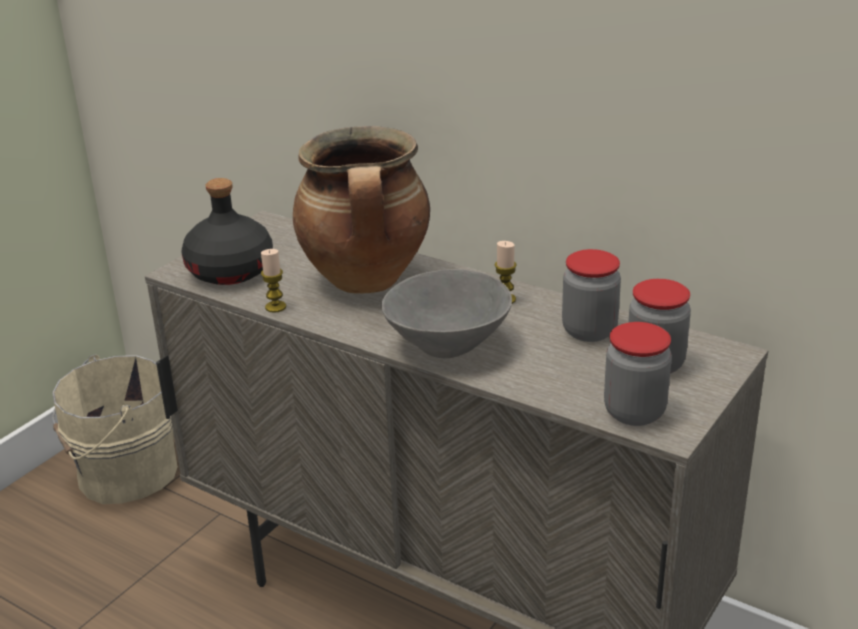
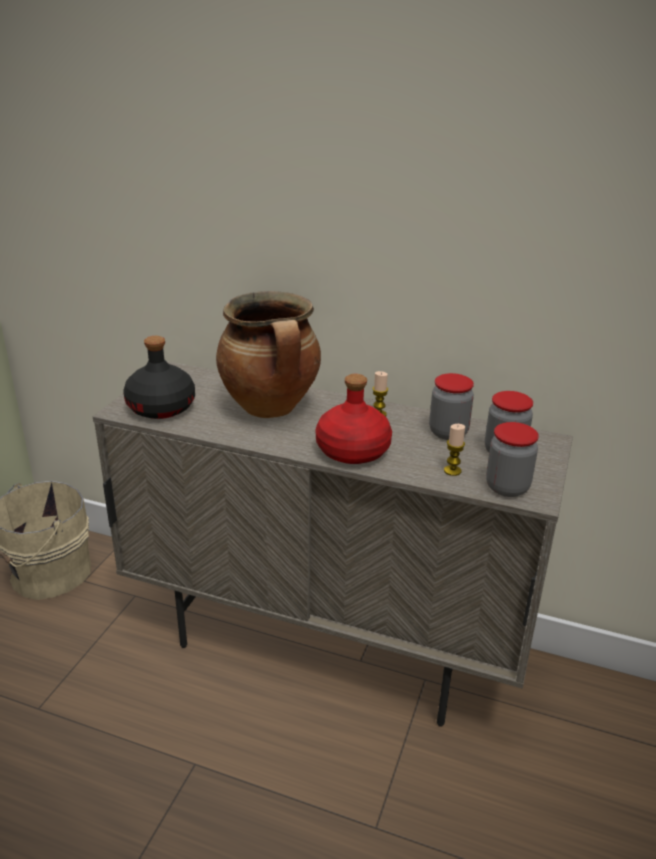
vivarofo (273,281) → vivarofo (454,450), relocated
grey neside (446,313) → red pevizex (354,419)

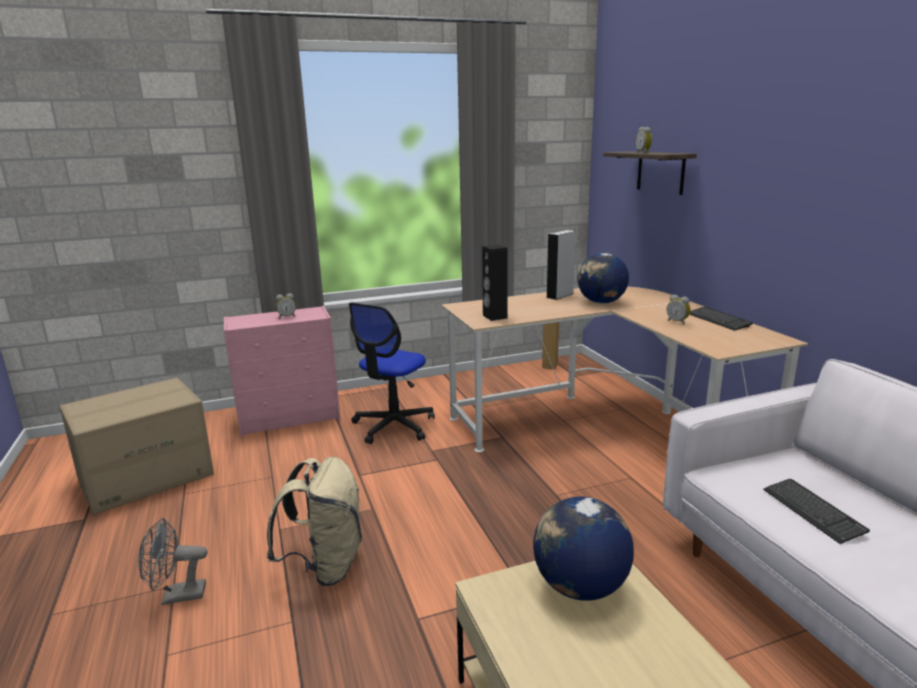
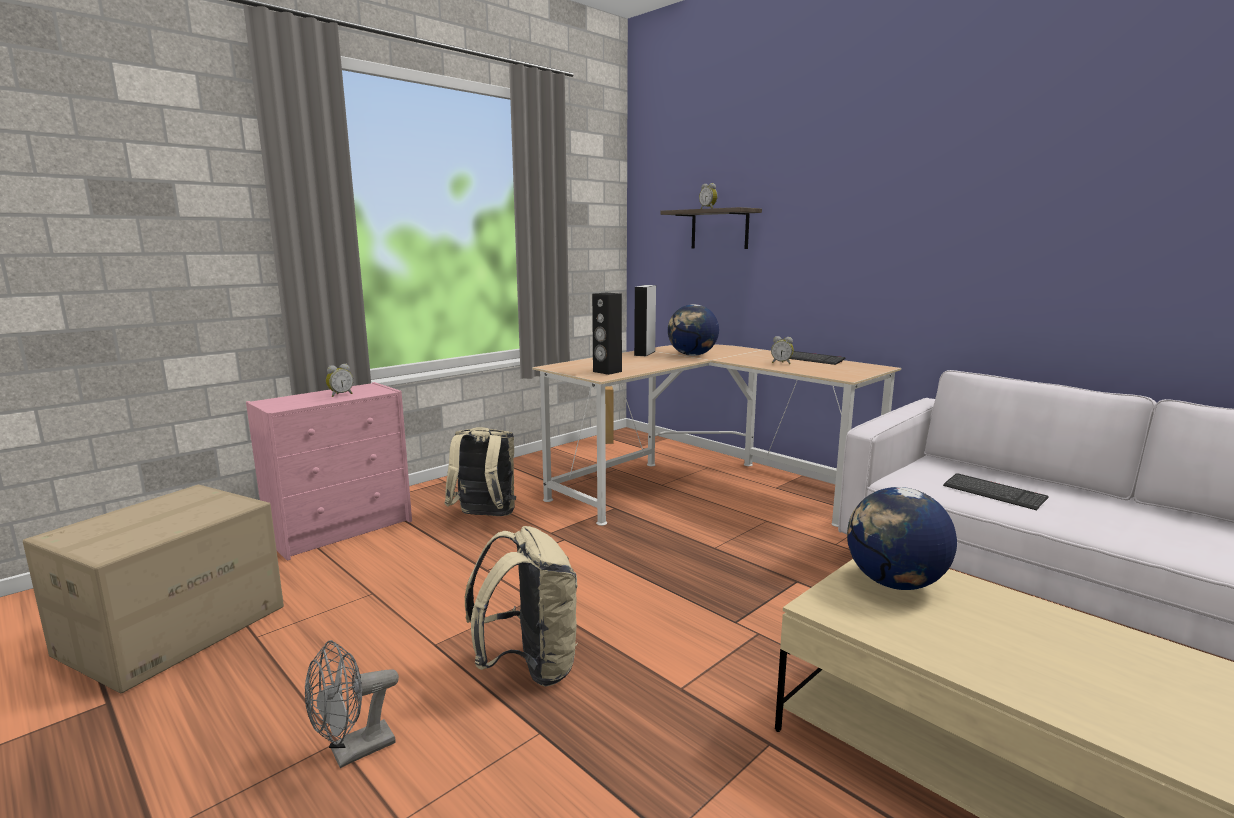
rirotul (392,373) → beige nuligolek (480,471)

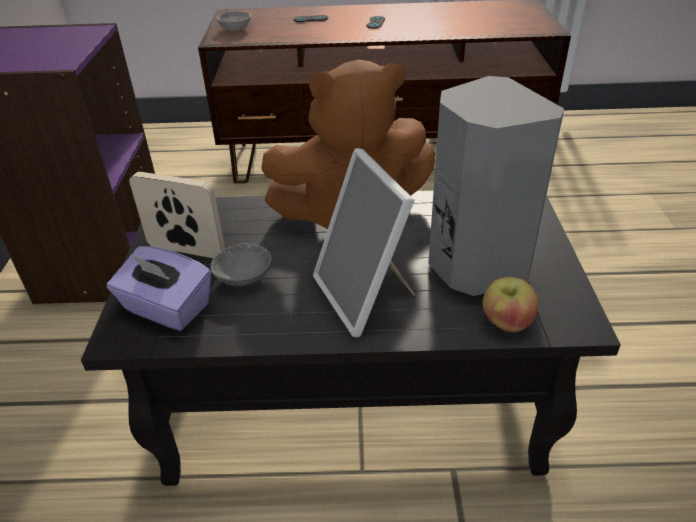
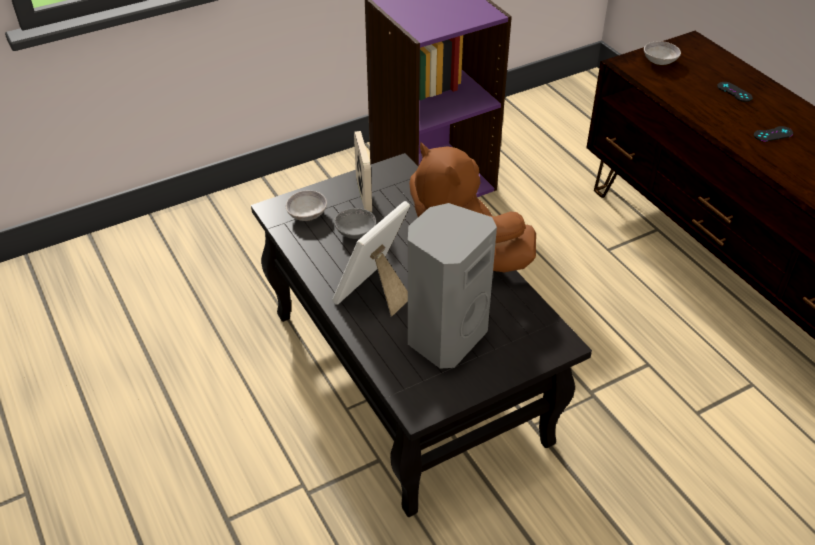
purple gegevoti (159,288) → grey neside (306,206)
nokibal (510,304) → -

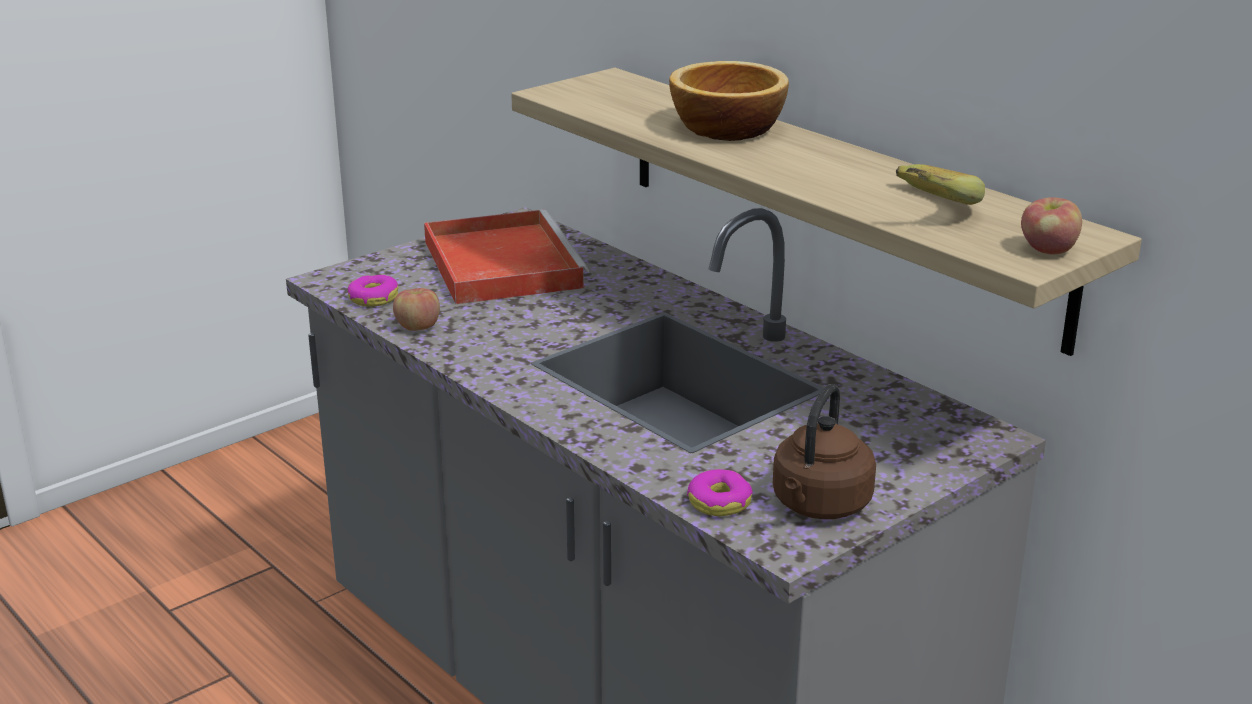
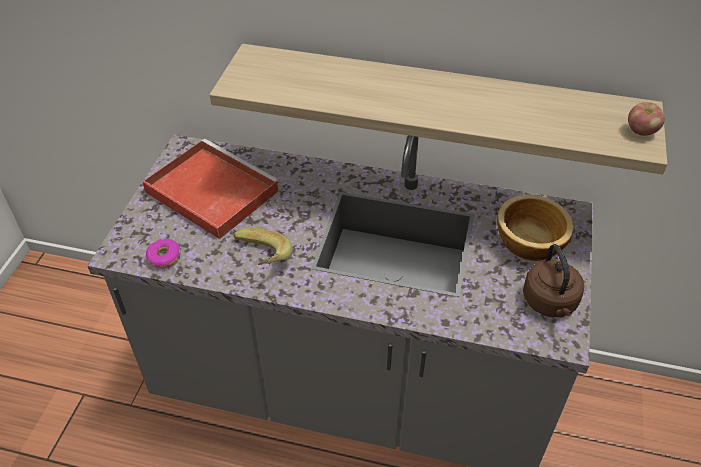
nokibal (416,309) → -
neside (729,101) → neside (535,227), relocated
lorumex (720,492) → -
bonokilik (940,184) → bonokilik (263,246), relocated

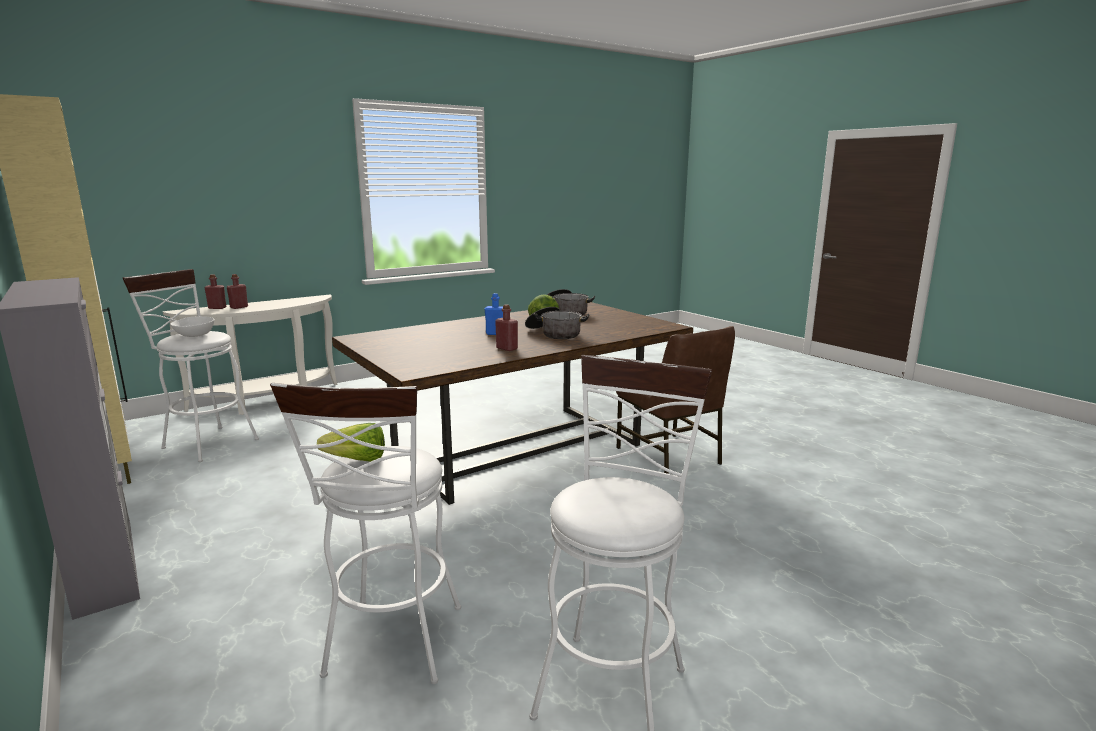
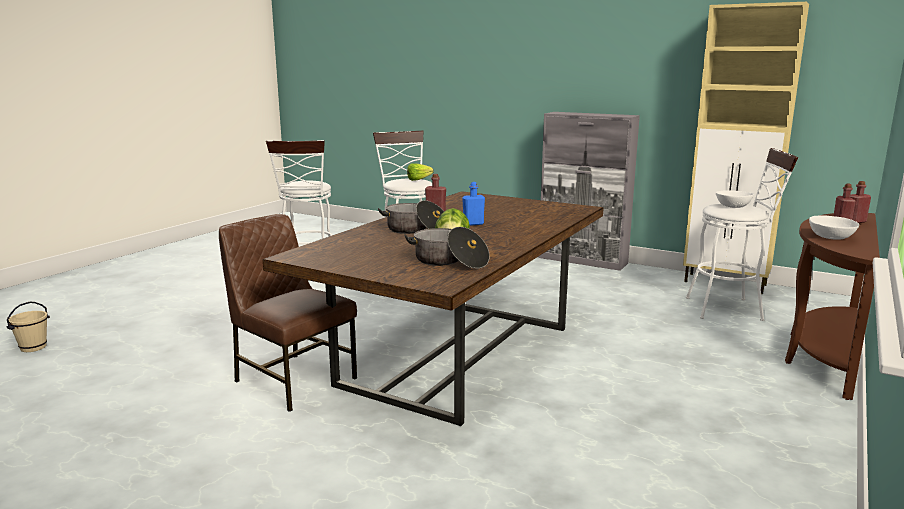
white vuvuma (250,354) → brown vuvuma (832,306)
- → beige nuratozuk (28,327)
- → white neside (834,228)

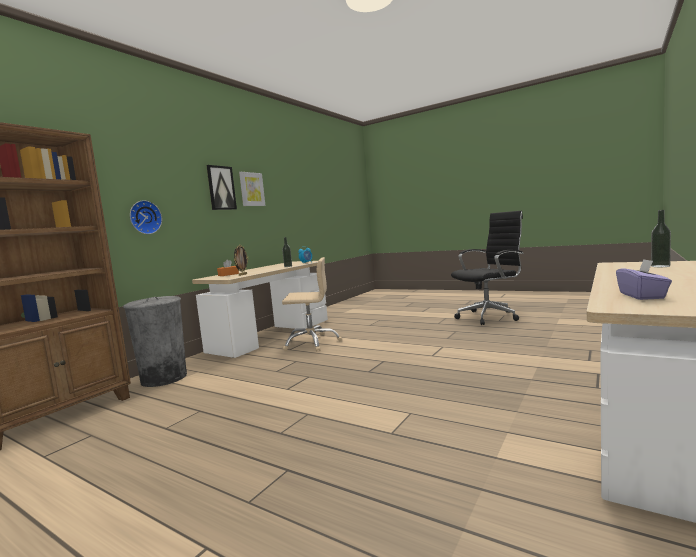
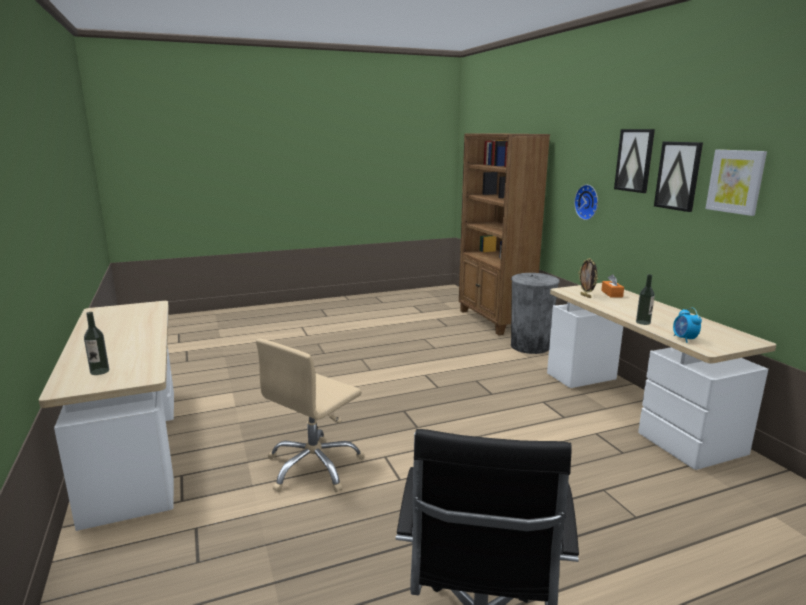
beige rirotul (312,304) → beige rirotul (310,415), relocated
purple gegevoti (644,279) → -
- → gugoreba (634,161)

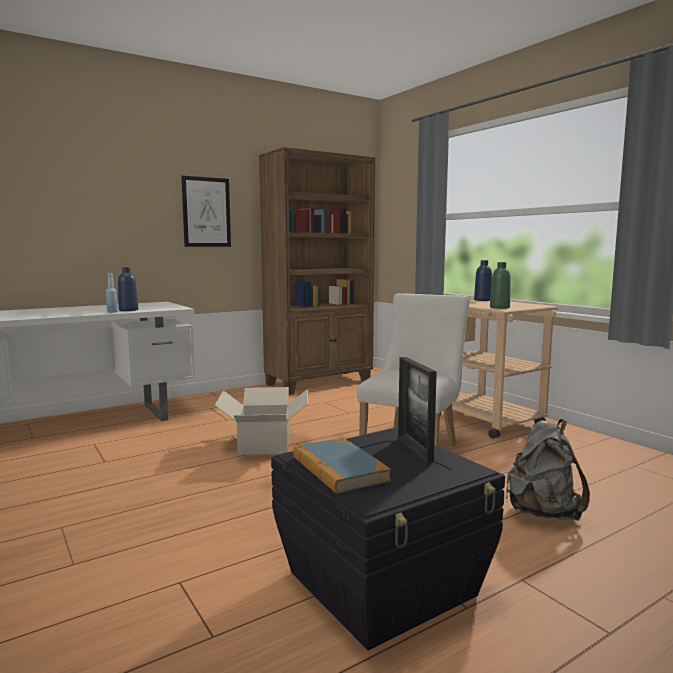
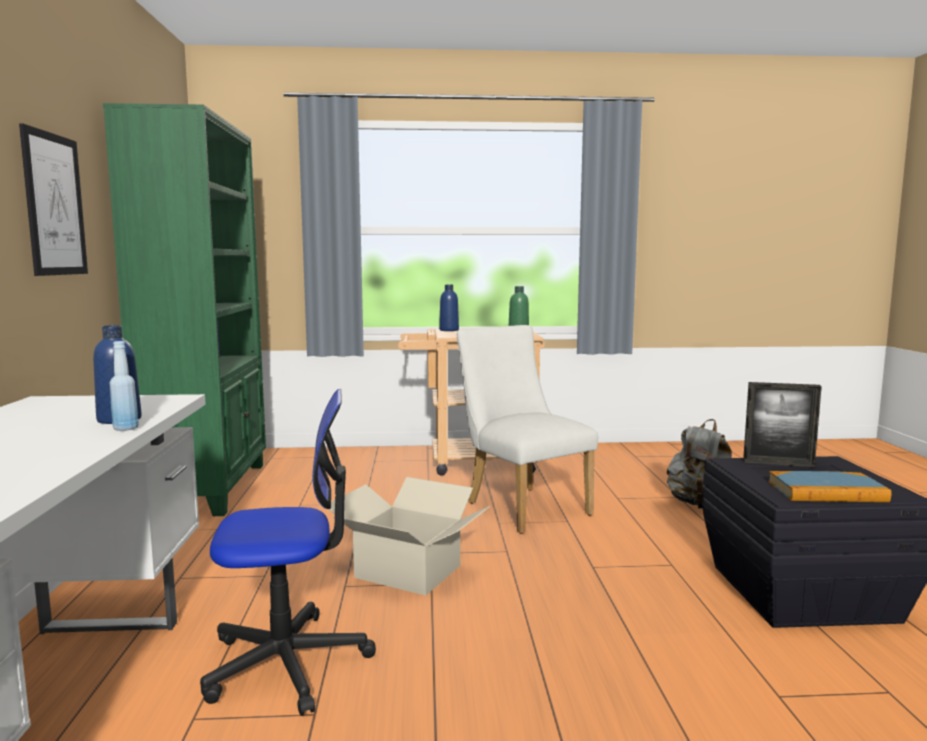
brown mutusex (317,271) → green mutusex (184,309)
- → rirotul (288,552)

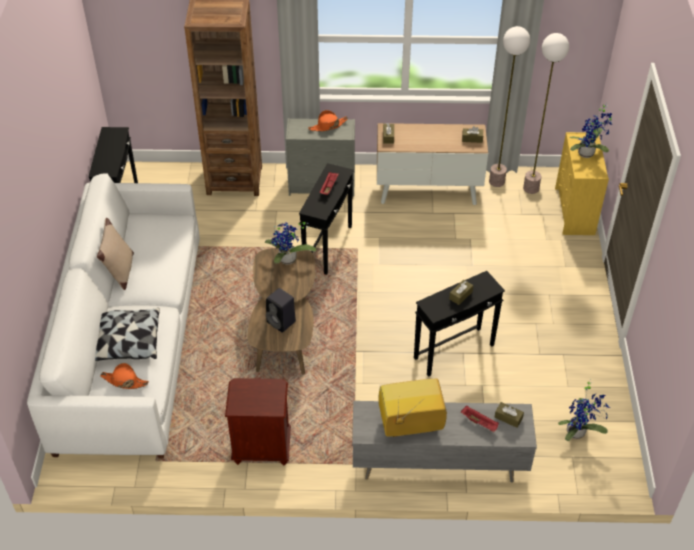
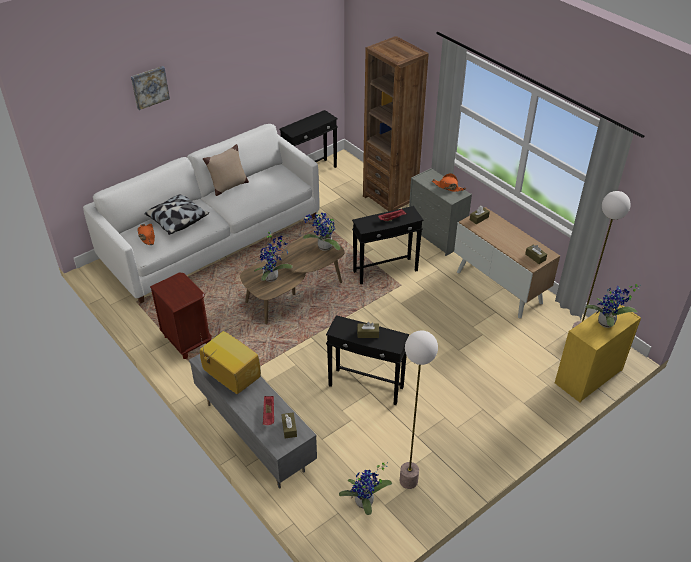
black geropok (281,310) → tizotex (273,255)
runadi (509,106) → runadi (419,409), relocated
- → gugoreba (150,88)

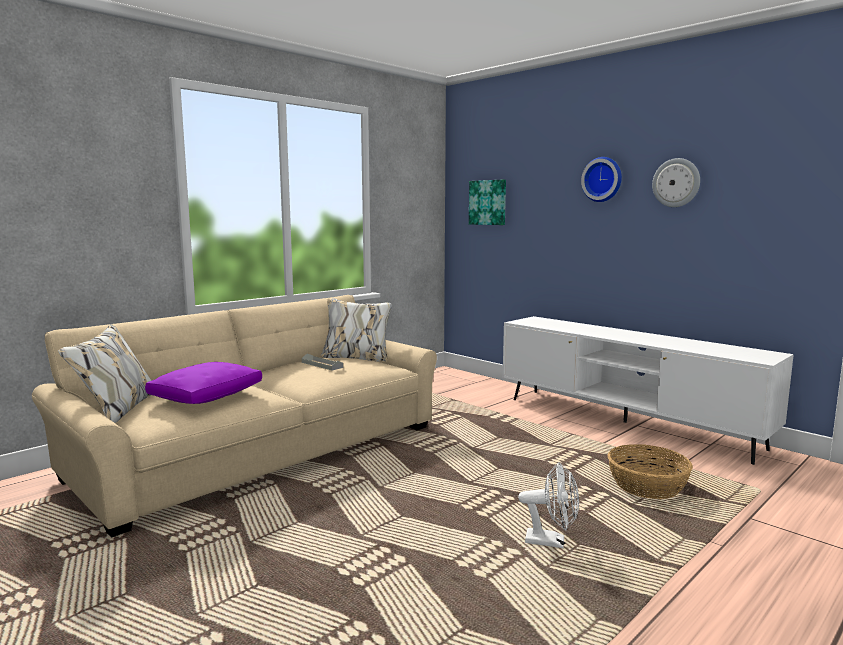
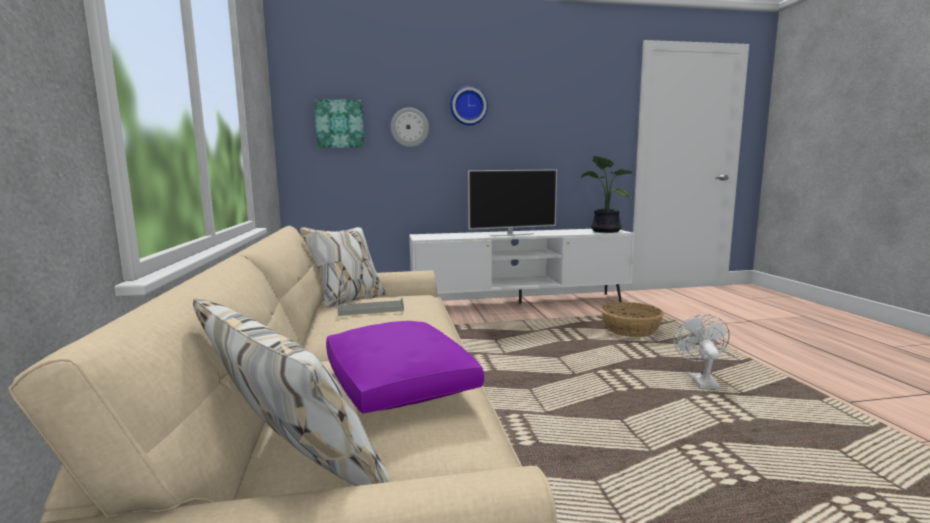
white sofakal (548,505) → white sofakal (702,351), 45 degrees counterclockwise
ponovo (676,182) → ponovo (410,127), relocated
- → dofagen (512,203)
- → tizotex (606,194)

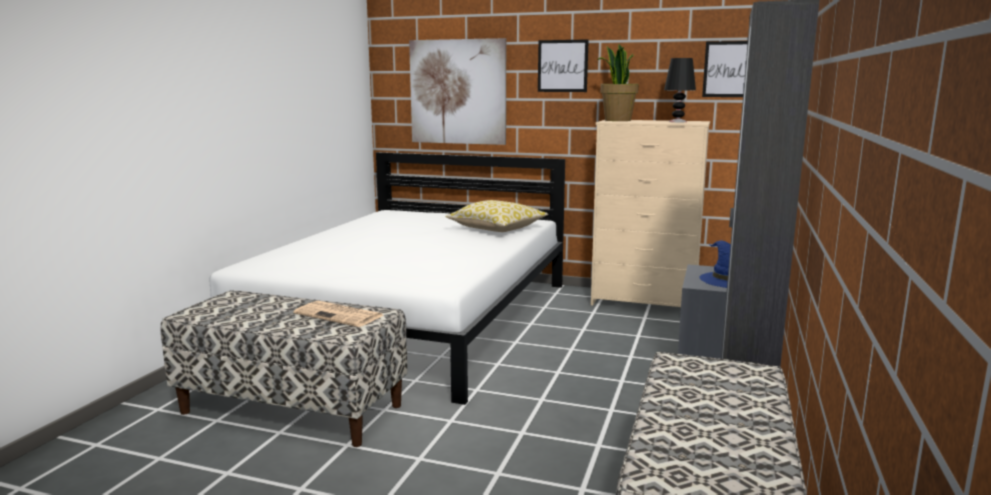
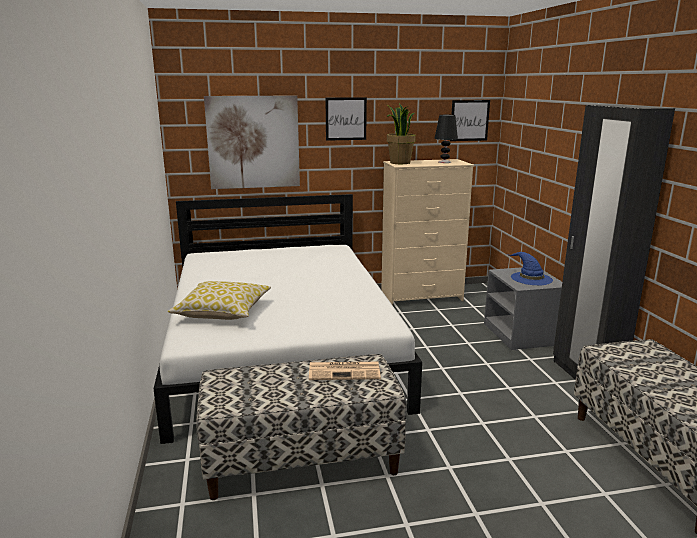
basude (496,216) → basude (219,300), relocated

